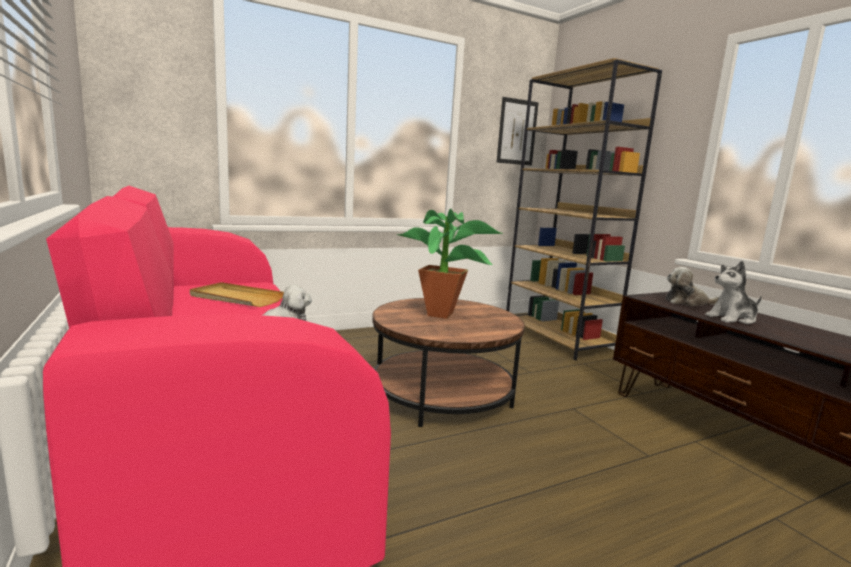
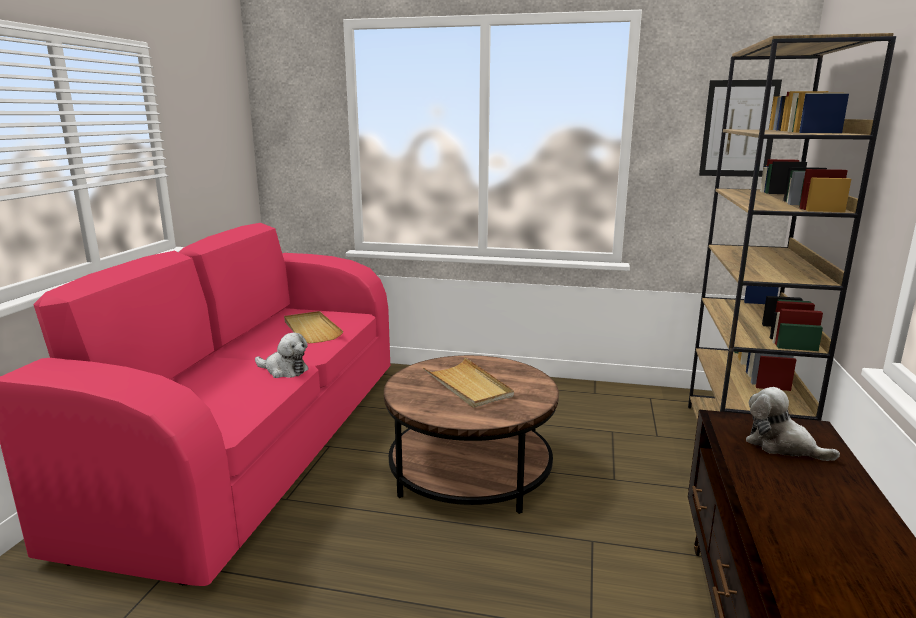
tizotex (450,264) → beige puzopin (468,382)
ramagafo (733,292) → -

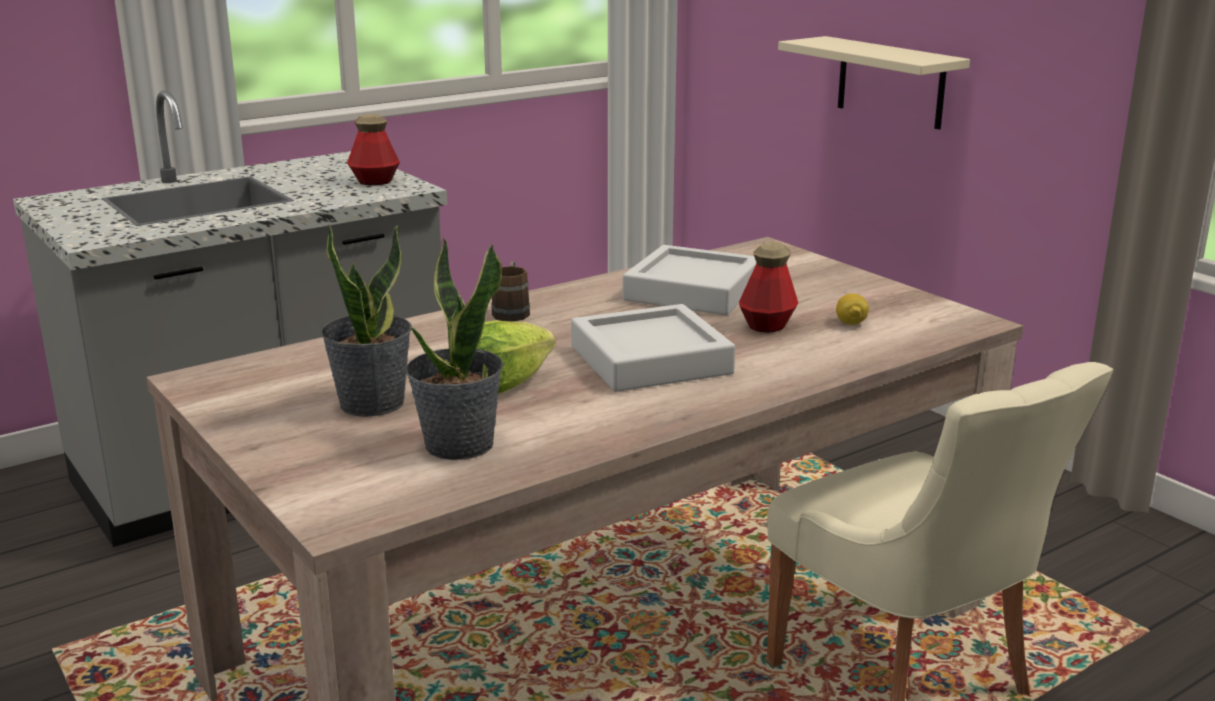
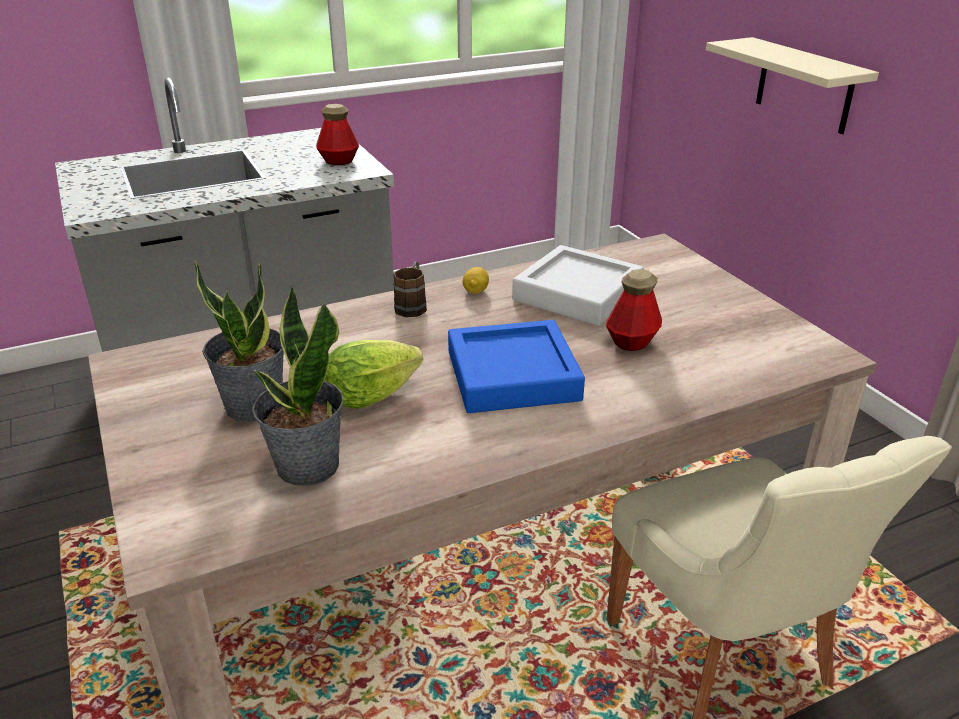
grey puzopin (653,348) → blue puzopin (516,366)
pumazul (852,309) → pumazul (476,280), relocated

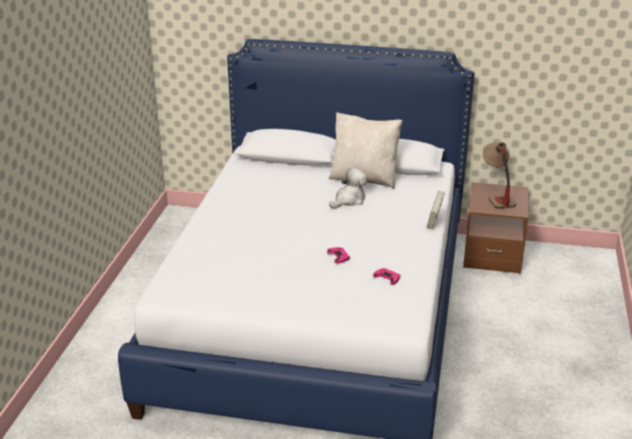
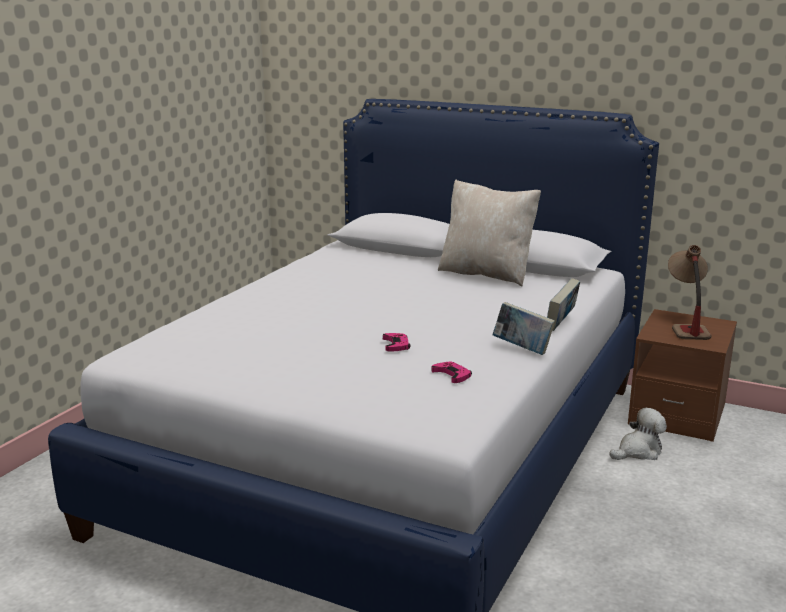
ramagafo (348,188) → ramagafo (638,434), relocated
- → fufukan (524,328)

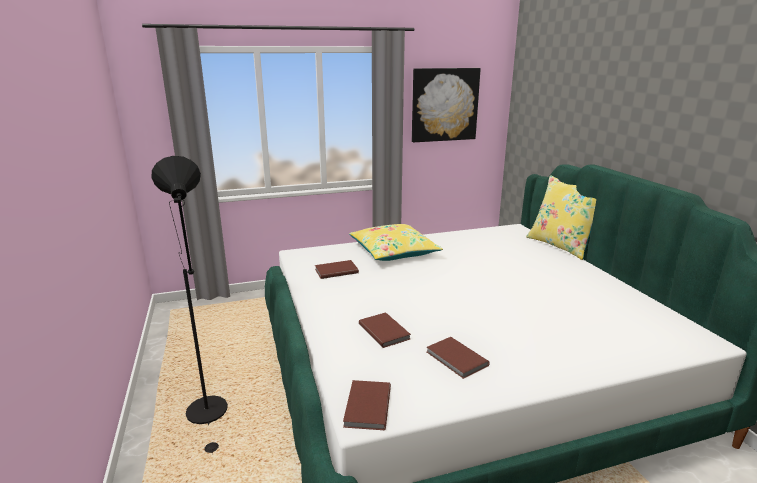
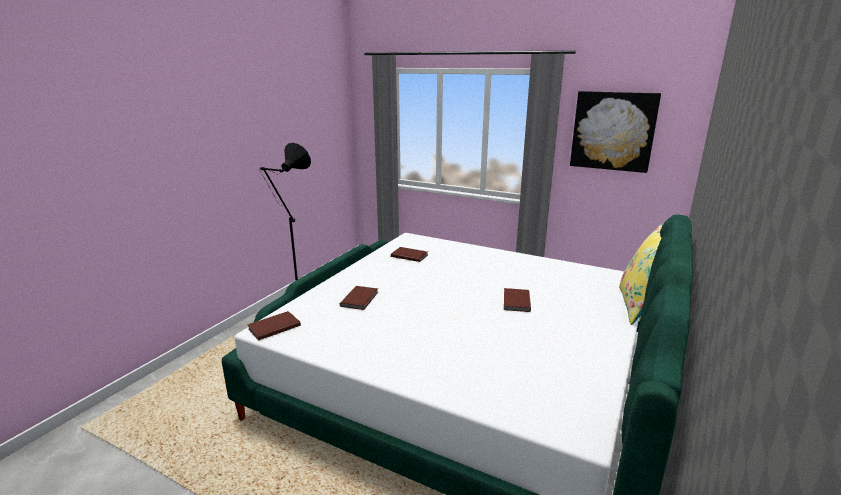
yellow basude (396,242) → -
brown fufukan (458,358) → brown fufukan (517,300), relocated

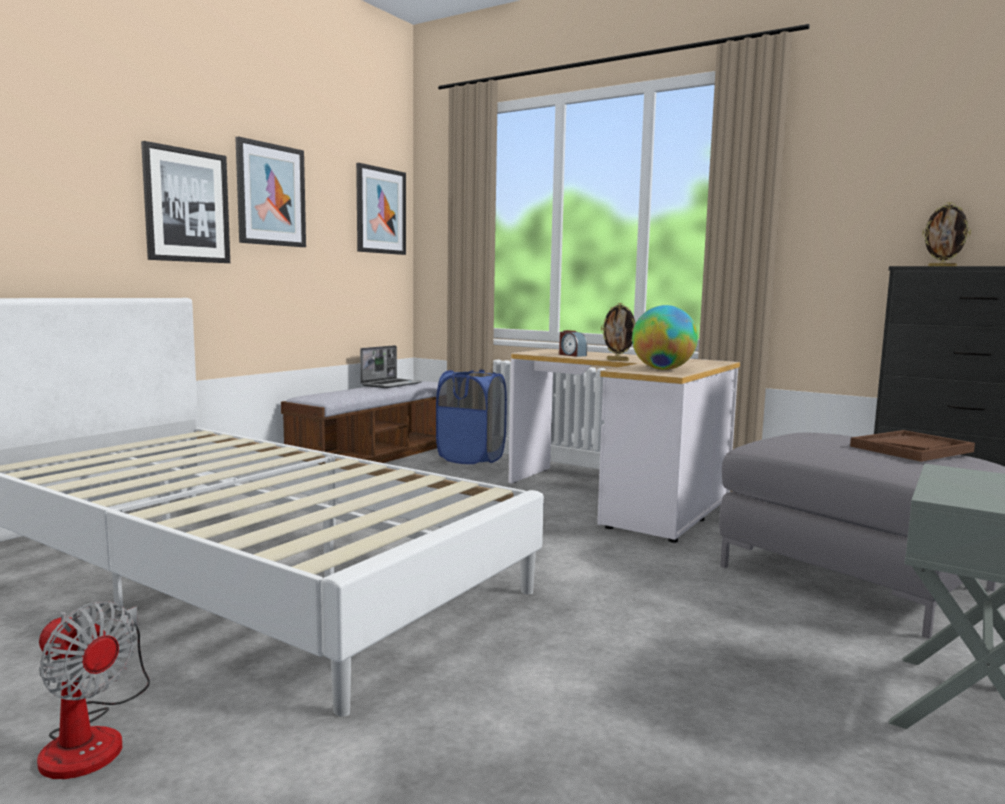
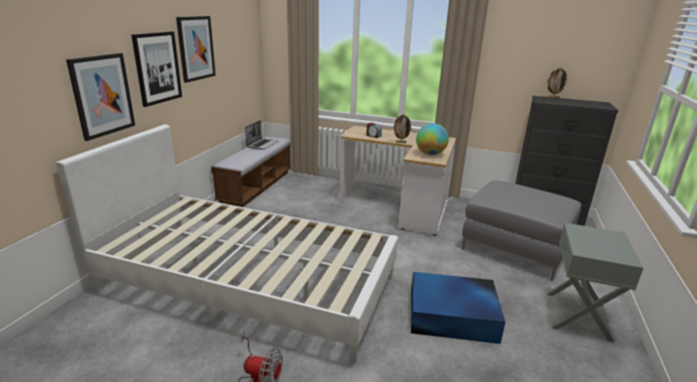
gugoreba (381,209) → gugoreba (100,97), relocated
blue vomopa (471,417) → -
brown puzopin (912,446) → -
- → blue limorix (458,308)

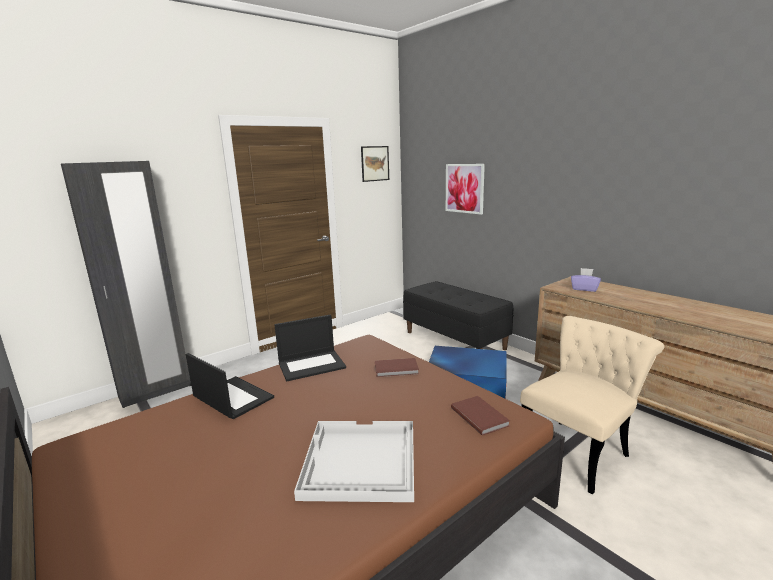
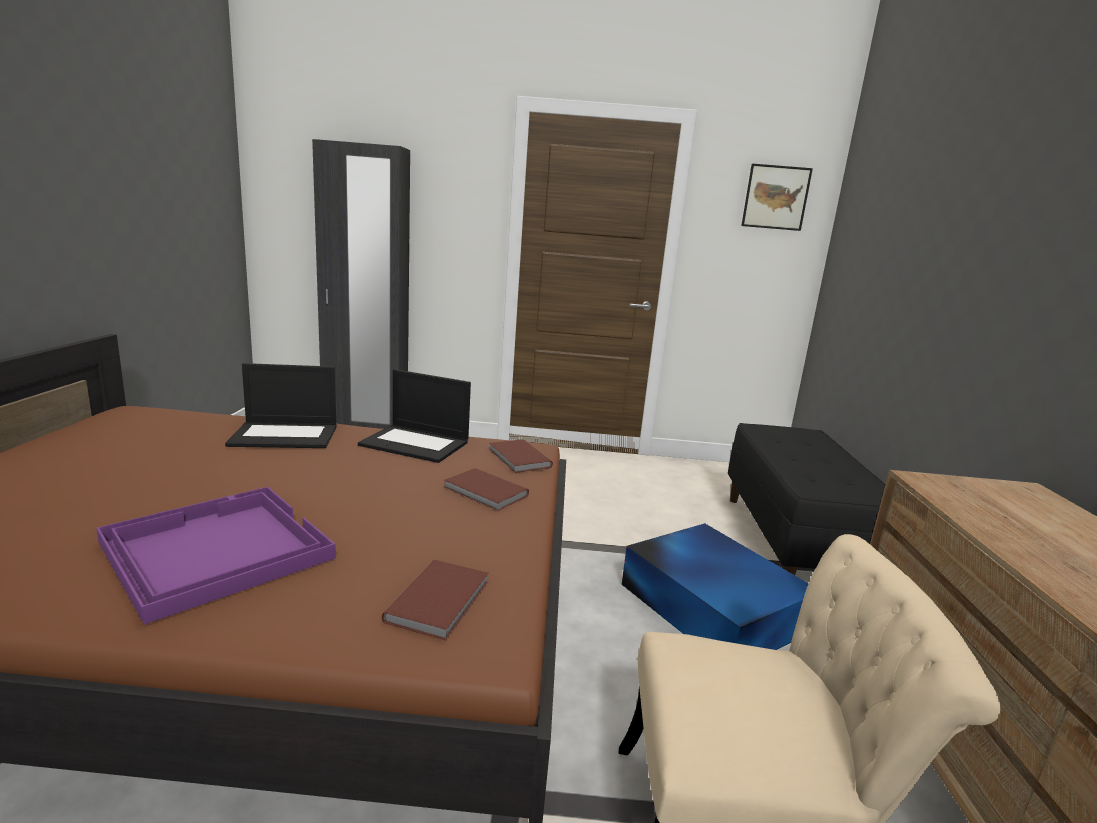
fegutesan (230,386) → fegutesan (281,405), 90 degrees clockwise
white puzopin (354,461) → purple puzopin (216,556)
gugoreba (465,189) → -
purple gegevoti (586,280) → -
- → brown fufukan (521,456)

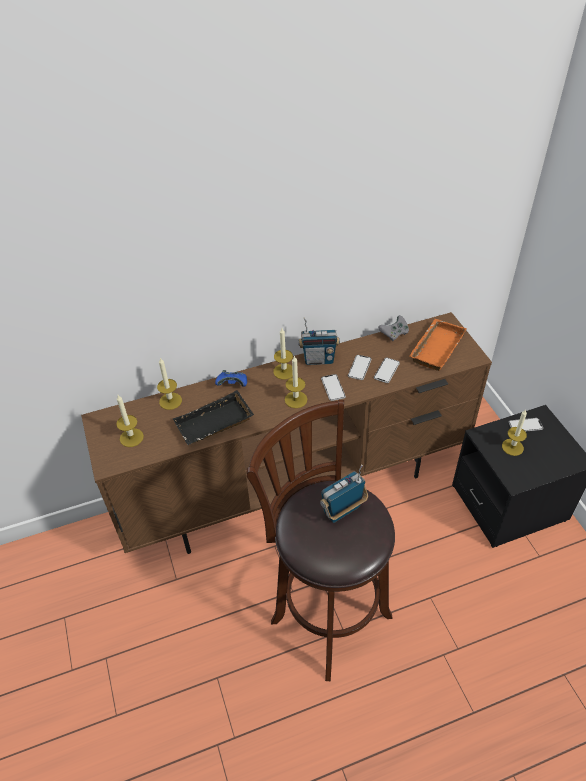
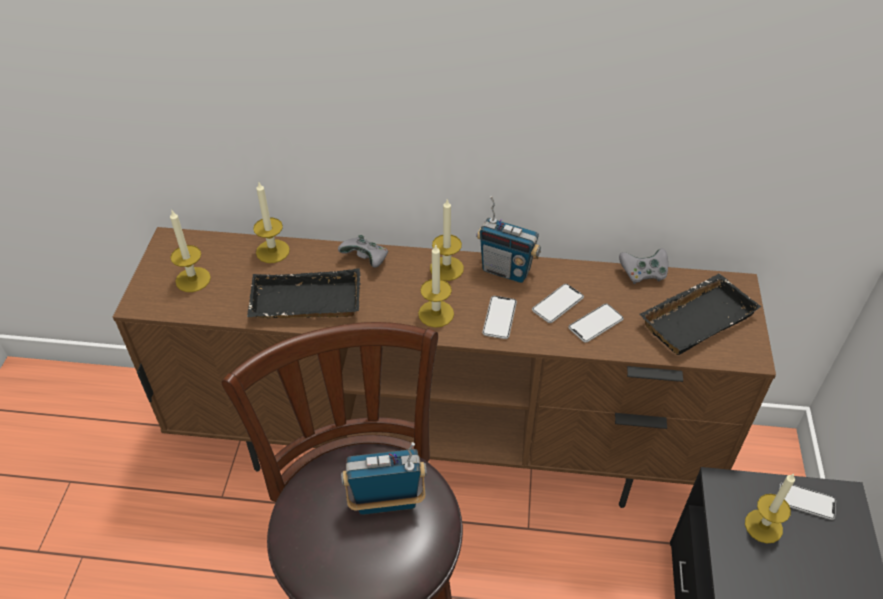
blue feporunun (231,378) → grey feporunun (363,251)
orange puzopin (438,345) → black puzopin (700,314)

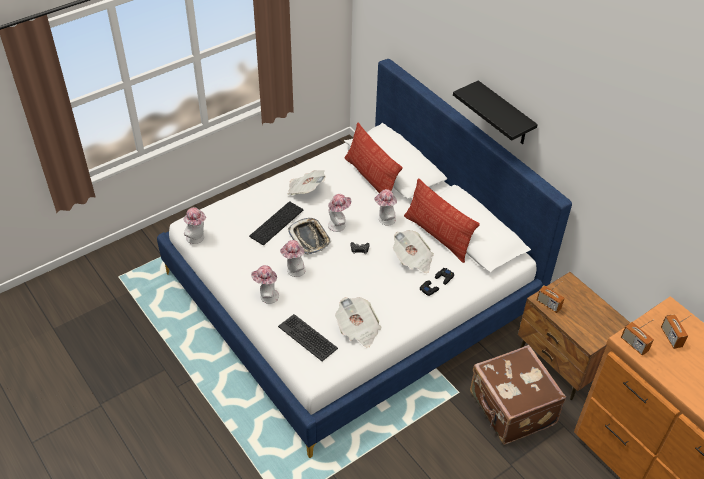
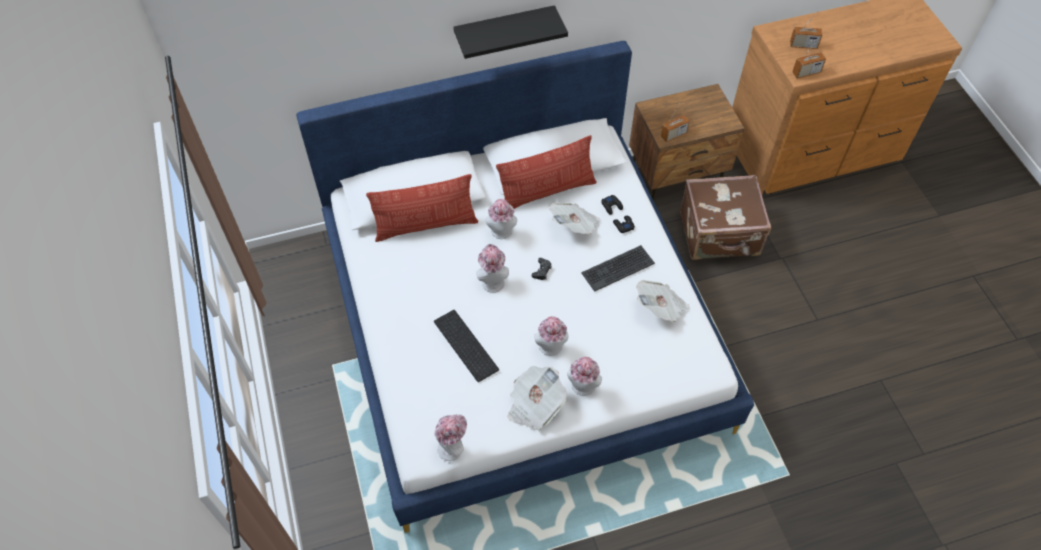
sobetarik (308,337) → sobetarik (618,268), relocated
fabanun (306,182) → fabanun (537,398), relocated
puzopin (310,236) → -

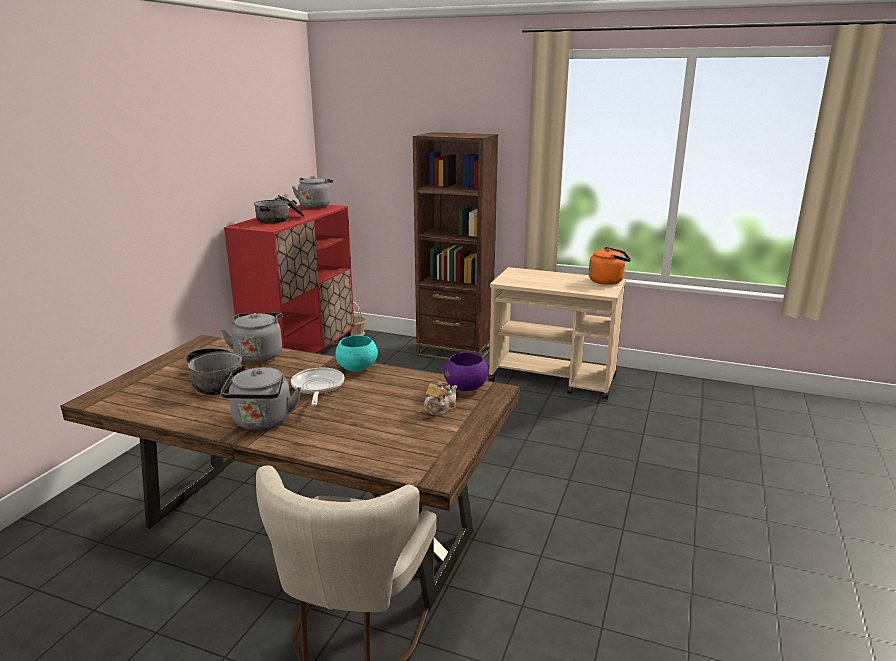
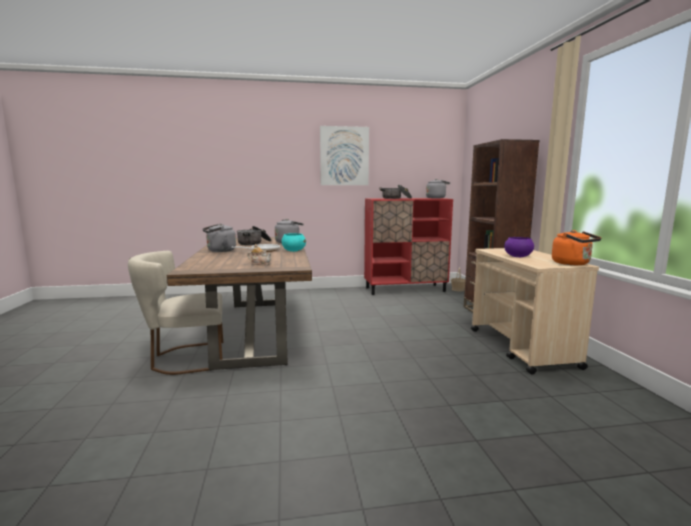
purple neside (466,371) → purple neside (519,247), relocated
- → gugoreba (344,155)

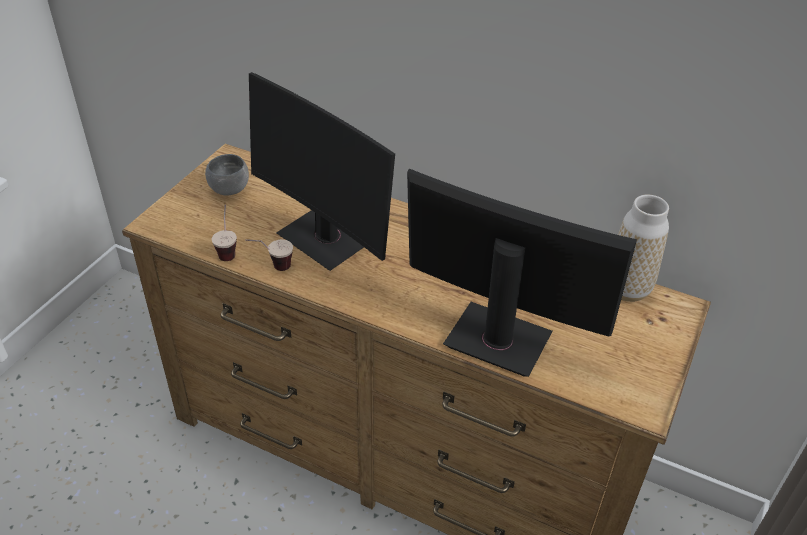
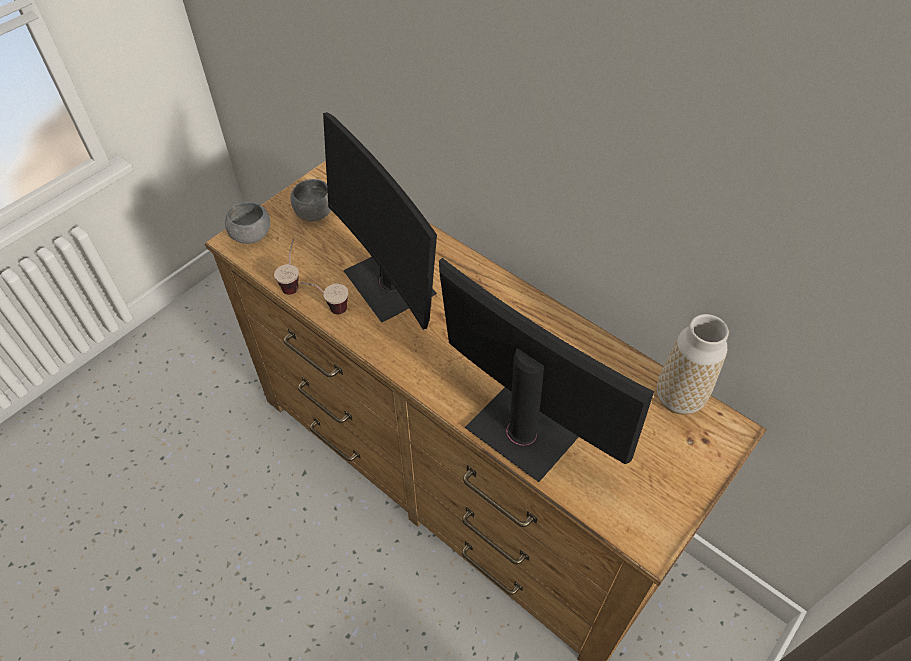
- → grey neside (247,222)

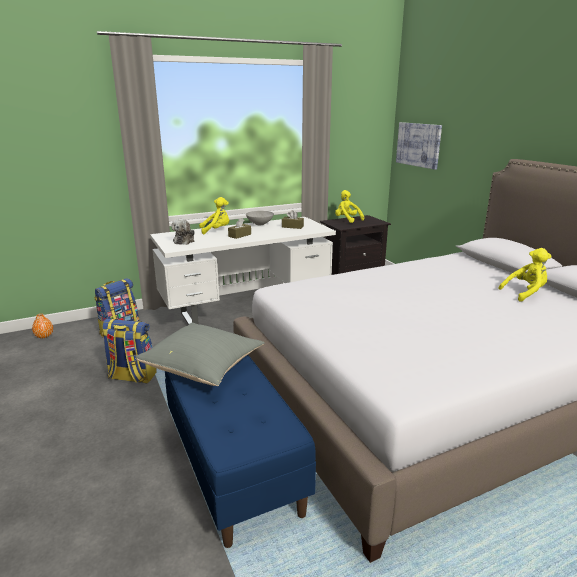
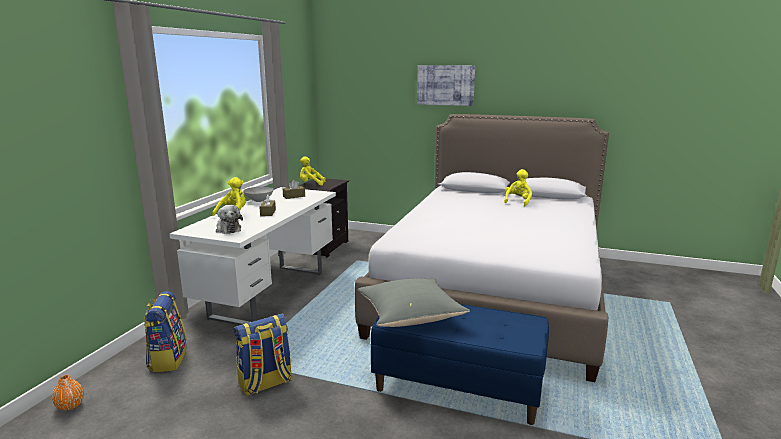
gugoreba (419,146) → gugoreba (446,85), relocated

